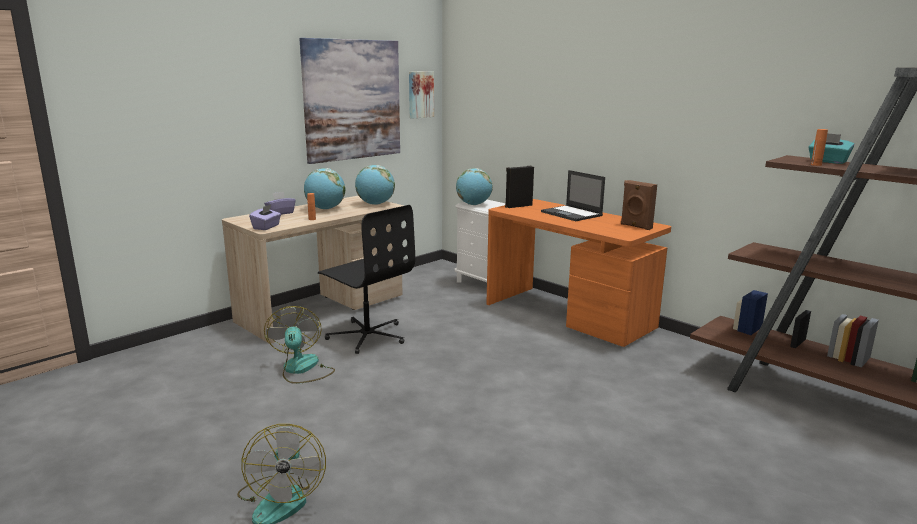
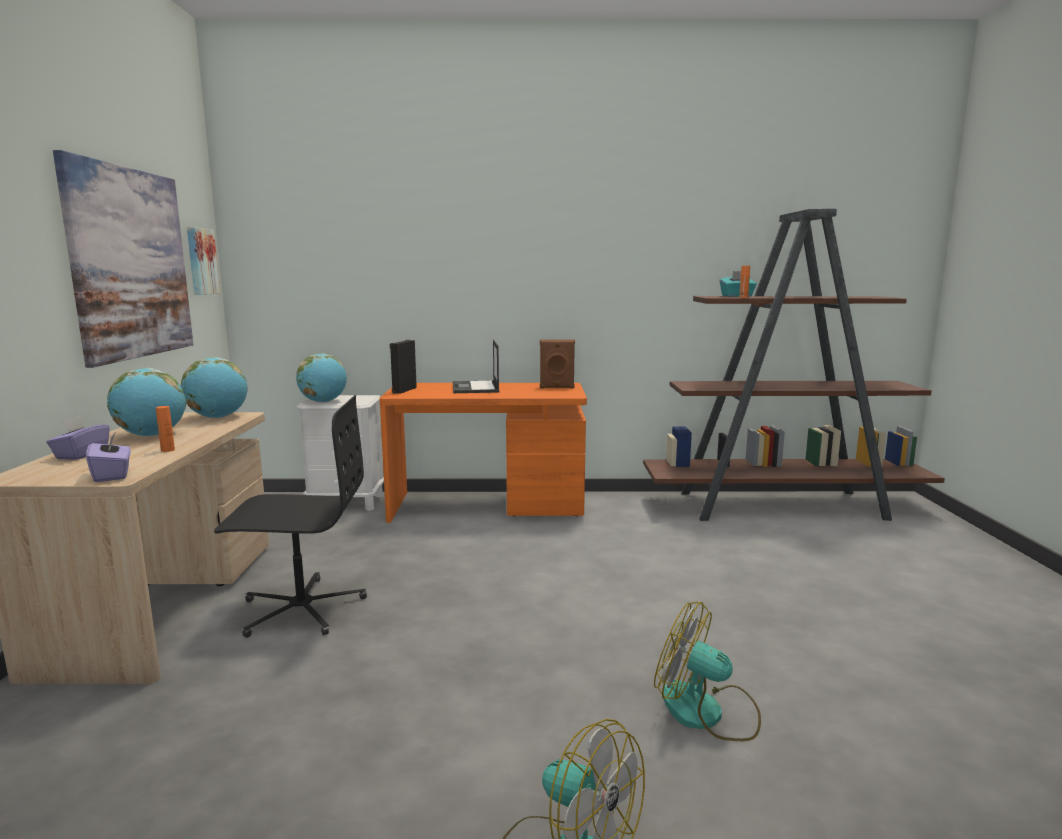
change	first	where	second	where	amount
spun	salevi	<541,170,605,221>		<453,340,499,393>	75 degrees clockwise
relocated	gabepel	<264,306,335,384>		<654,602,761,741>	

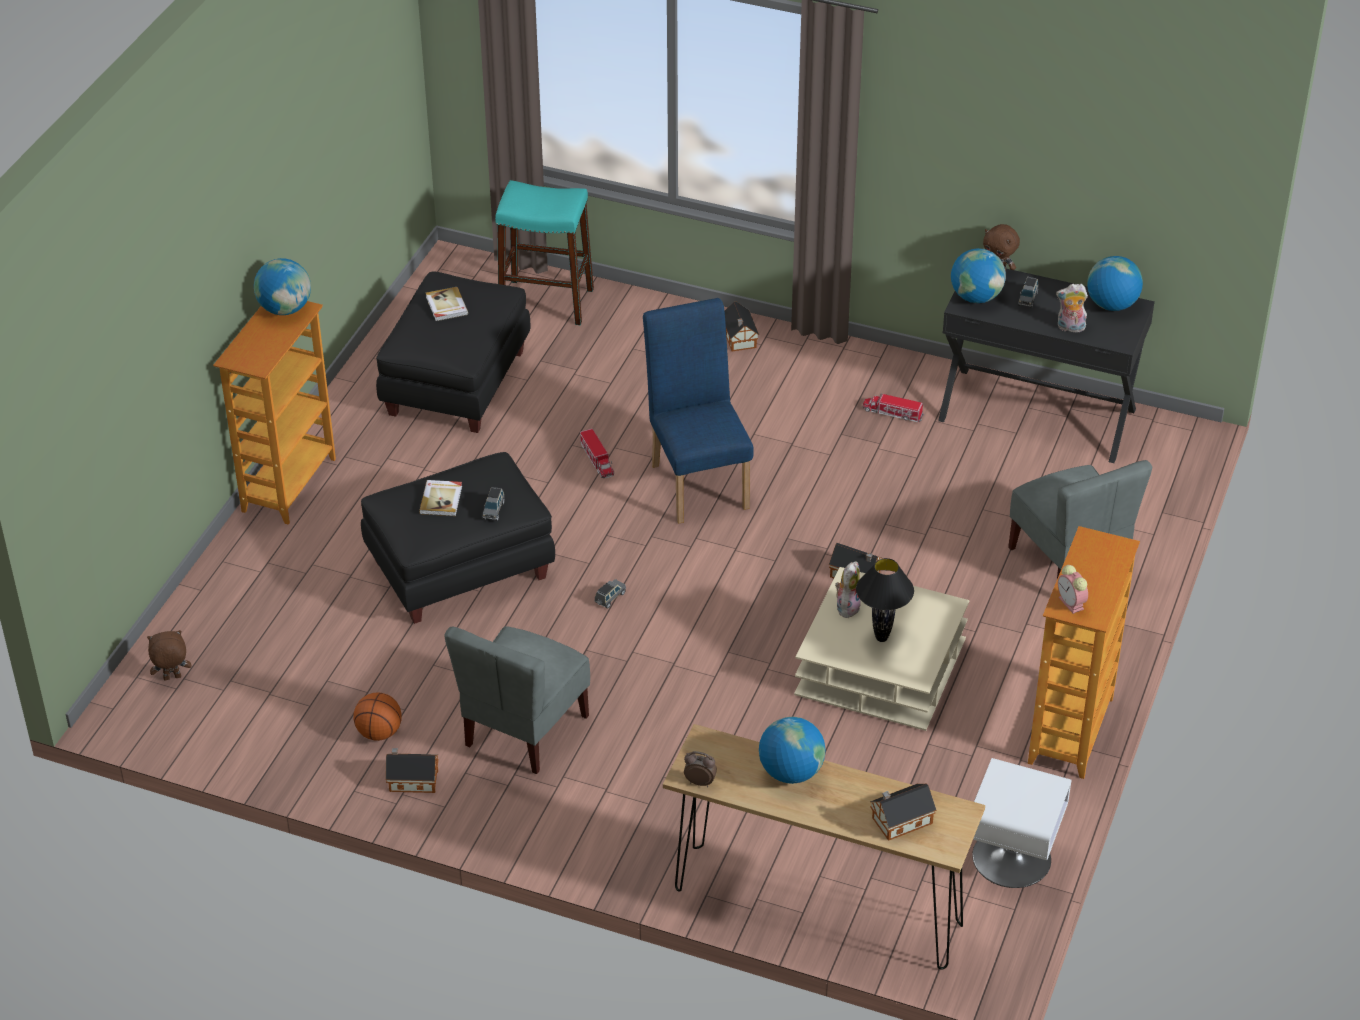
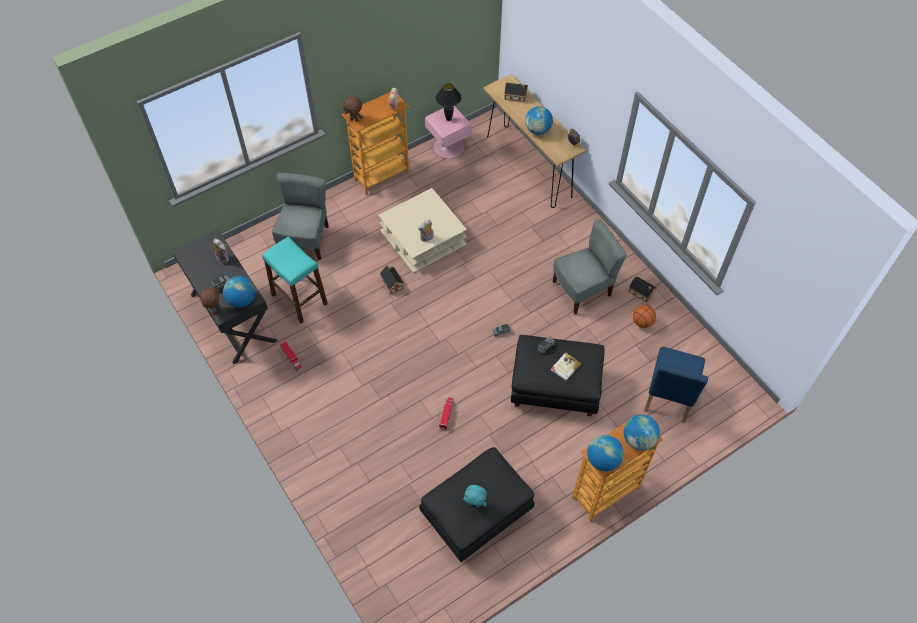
change	first	where	second	where	amount
relocated	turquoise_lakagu	<495,180,594,325>		<262,236,328,323>	
relocated	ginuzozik	<1087,256,1143,311>		<624,414,660,451>	
exchanged	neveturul	<426,287,468,321>	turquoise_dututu	<463,485,487,508>	
relocated	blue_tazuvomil	<643,298,754,524>		<644,347,708,423>	
missing	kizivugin	<725,302,759,351>			
relocated	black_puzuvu	<856,558,914,642>		<436,83,461,121>	
relocated	brown_dututu	<147,630,191,680>		<343,96,363,122>	
colour	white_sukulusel	<972,758,1071,888>	pink_sukulusel	<425,106,472,159>	

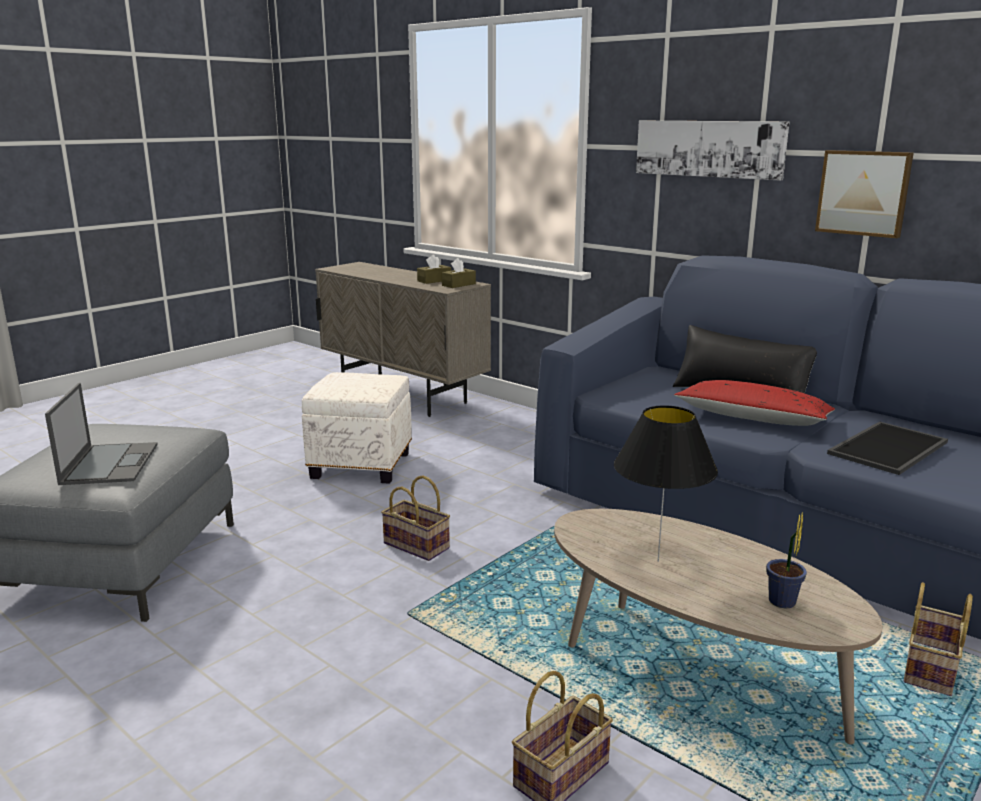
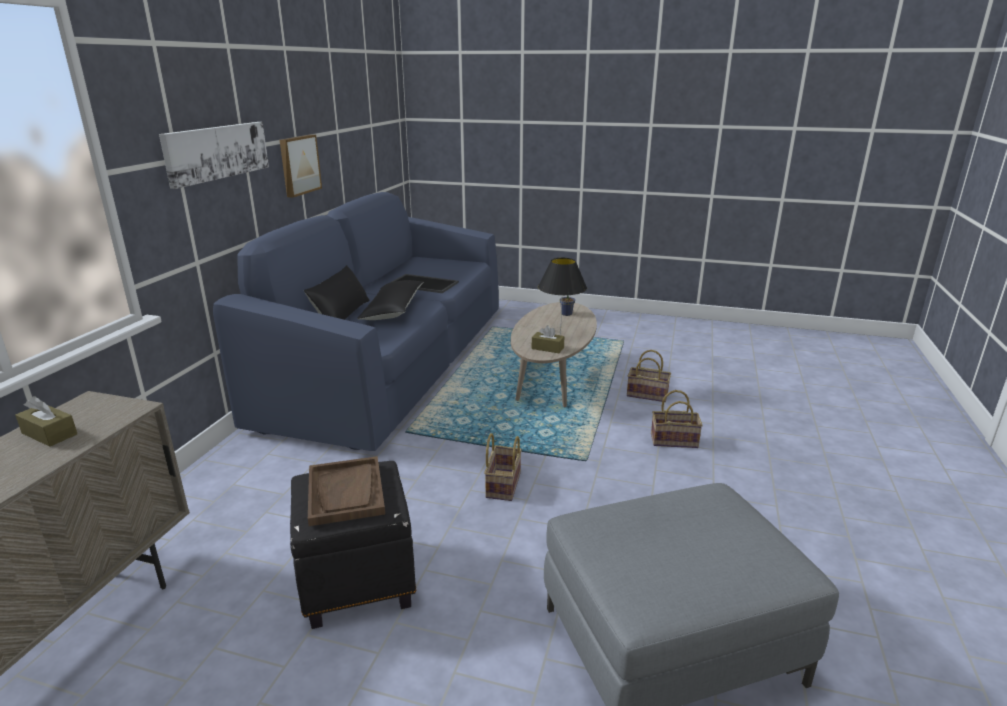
change	first	where	second	where	amount
relocated	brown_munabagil	<442,258,476,288>		<532,325,565,353>	
colour	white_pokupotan	<302,372,412,484>	black_pokupotan	<290,461,416,629>	
colour	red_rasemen	<674,380,835,426>	black_rasemen	<357,280,423,320>	
missing	salevi	<45,383,158,485>			
relocated	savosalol	<904,582,973,696>		<651,390,703,448>	
appeared			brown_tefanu	<308,456,385,526>	

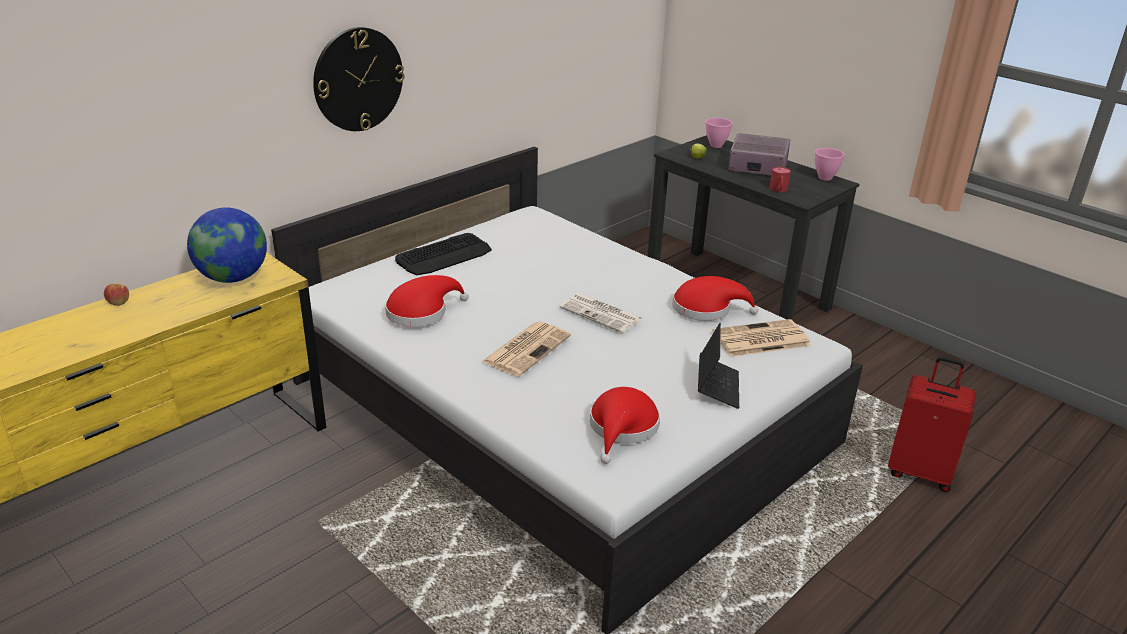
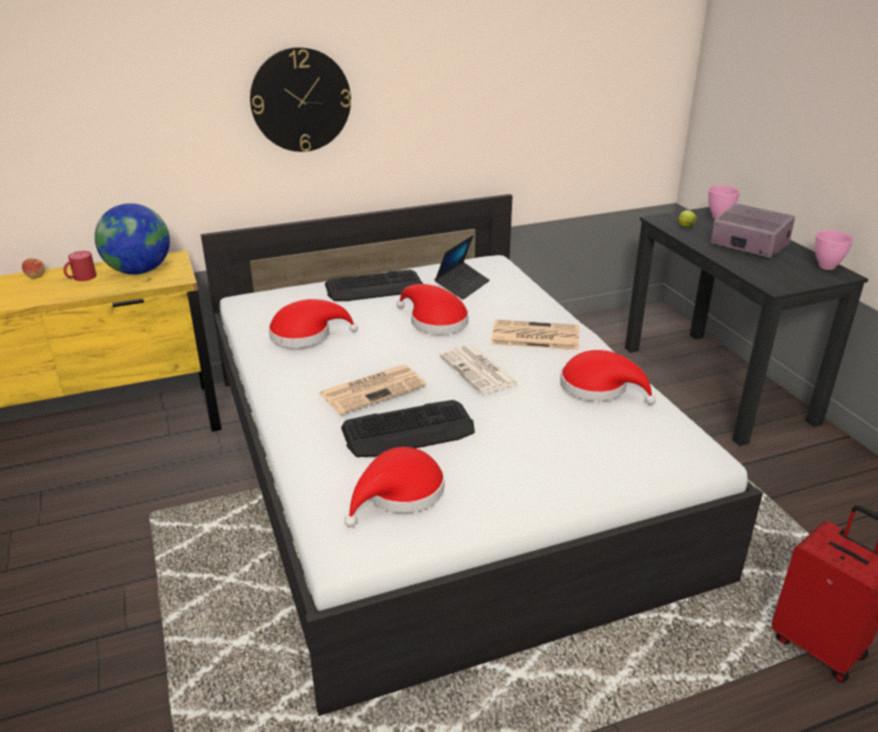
change	first	where	second	where	amount
relocated	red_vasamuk	<769,167,791,192>		<63,251,96,281>	
relocated	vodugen	<712,319,811,357>		<491,320,579,350>	
relocated	salevi	<698,323,739,409>		<434,235,490,300>	
appeared			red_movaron	<396,284,469,334>	
appeared			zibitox	<341,400,475,457>	

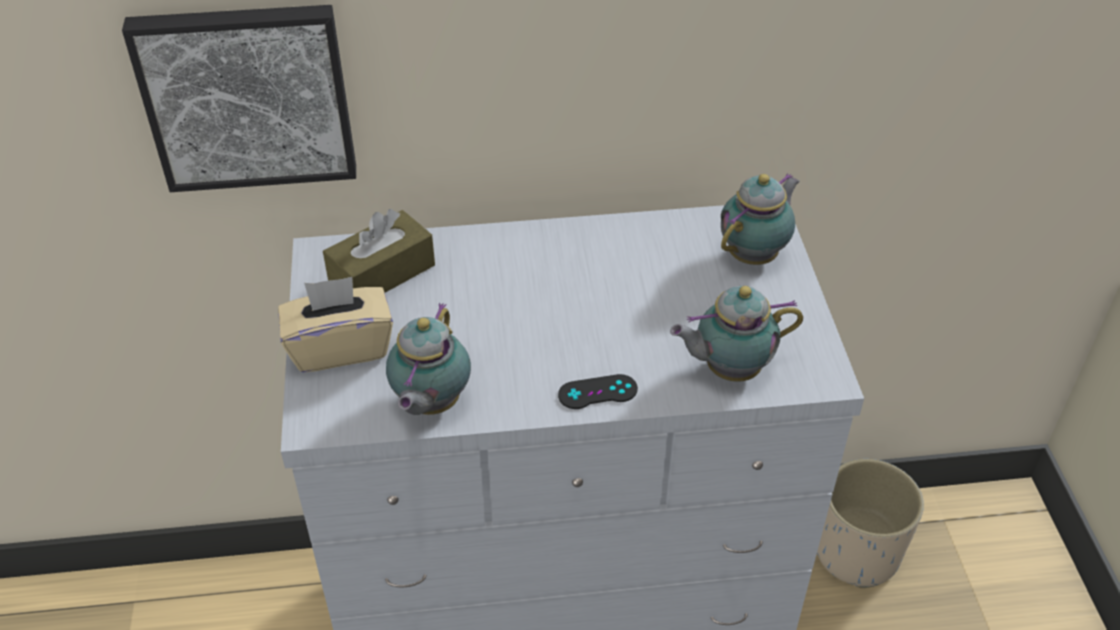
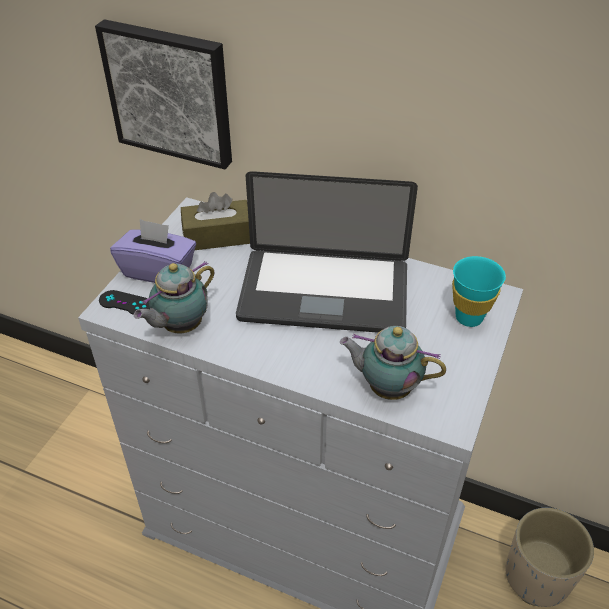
change	first	where	second	where	amount
exchanged	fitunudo	<721,173,800,265>	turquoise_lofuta	<452,256,506,327>	
colour	beige_munabagil	<278,277,393,373>	purple_munabagil	<110,219,196,283>	
relocated	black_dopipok	<558,374,638,409>		<99,290,150,315>	
appeared			salevi	<236,171,418,333>	

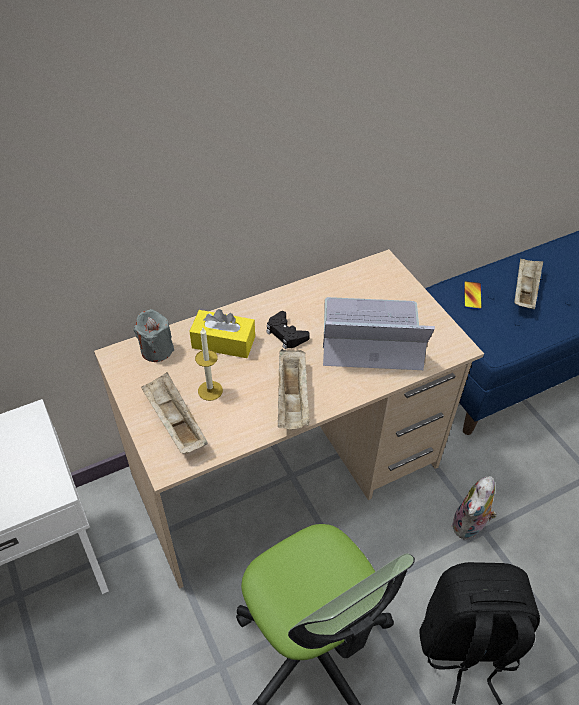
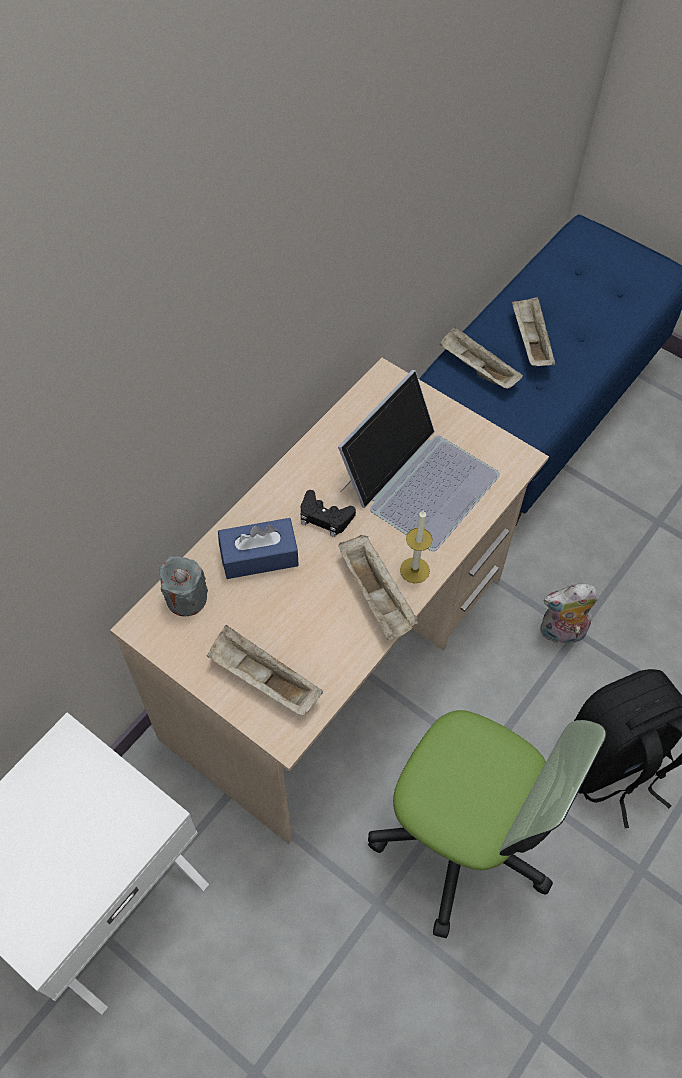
change	first	where	second	where	amount
exchanged	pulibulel	<464,281,482,310>	beige_tefanu	<439,326,523,389>	
spun	salevi	<323,297,435,370>		<338,370,500,551>	150 degrees clockwise
colour	yellow_munabagil	<189,309,255,358>	blue_munabagil	<218,518,299,579>	
relocated	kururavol	<195,328,223,401>		<400,510,433,584>	
spun	dututu	<451,476,497,540>		<540,584,599,643>	75 degrees clockwise

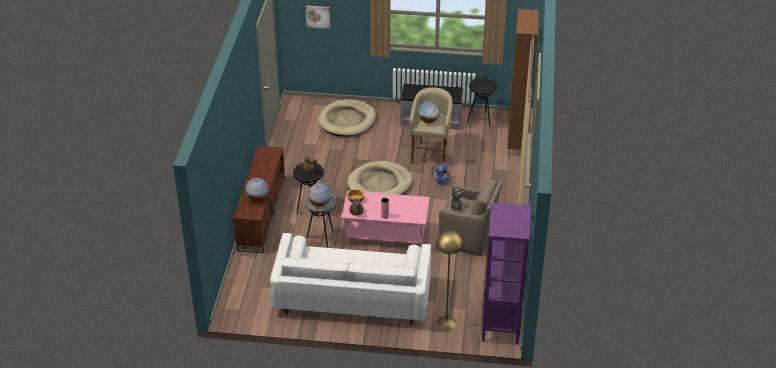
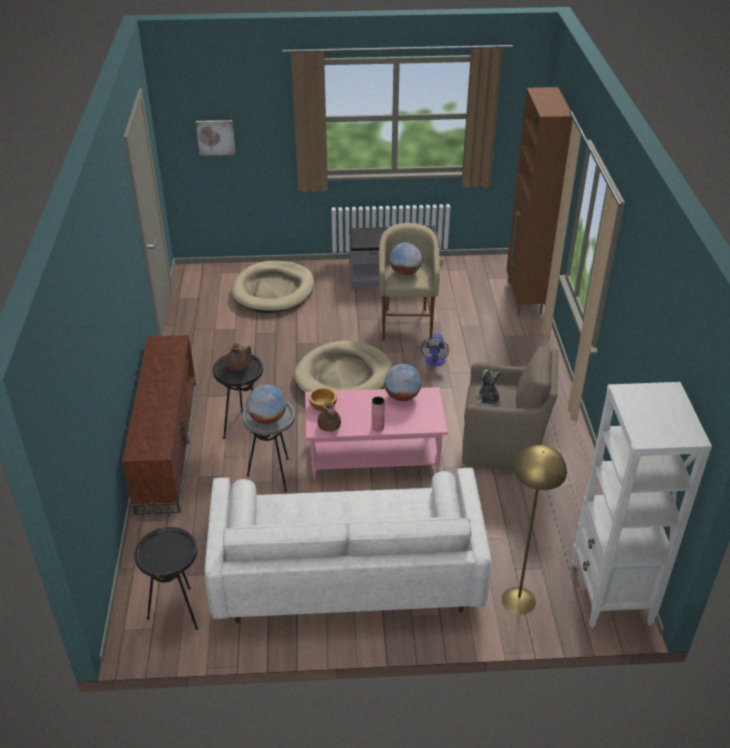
change	first	where	second	where	amount
relocated	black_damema	<467,77,497,129>		<134,527,198,630>	
relocated	ginuzozik	<245,178,268,201>		<384,364,422,401>	
colour	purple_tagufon	<482,203,531,344>	white_tagufon	<572,382,712,628>	

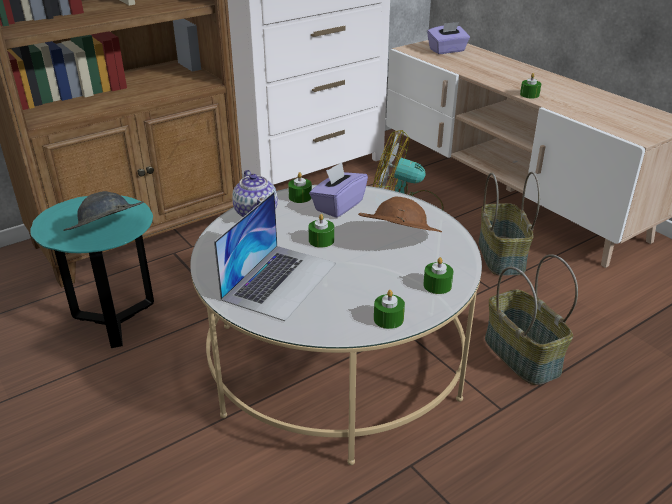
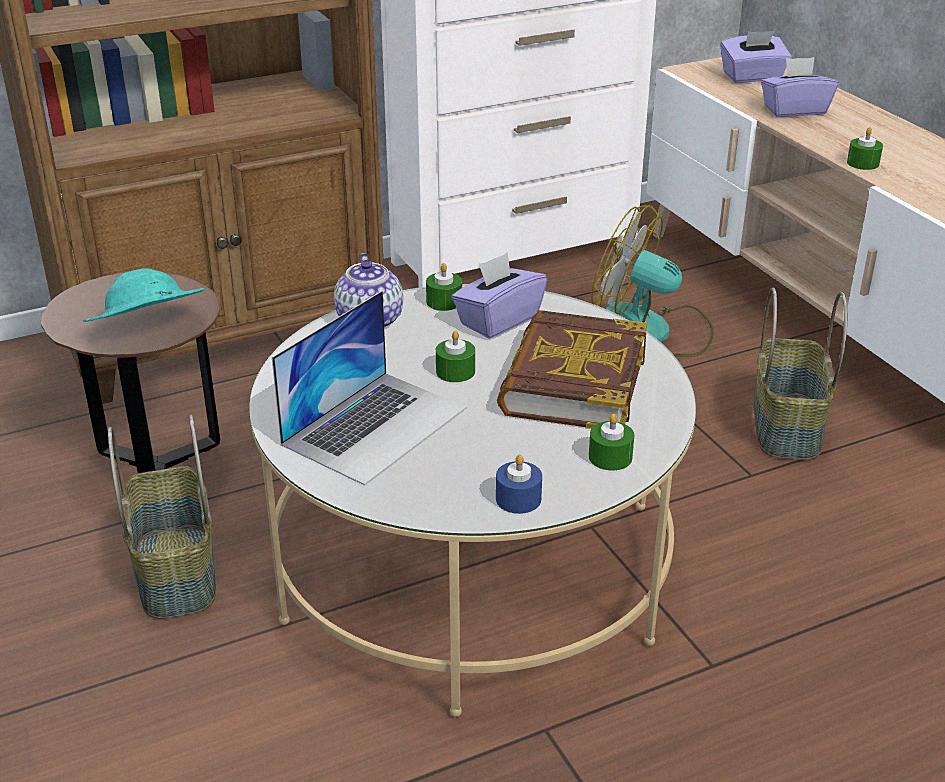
change	first	where	second	where	amount
colour	grey_movaron	<64,191,144,231>	turquoise_movaron	<83,268,204,322>	
colour	turquoise_damema	<30,196,154,348>	brown_damema	<41,273,220,473>	
exchanged	brown_movaron	<358,197,442,232>	neveturul	<497,310,647,429>	
relocated	savosalol	<485,254,578,385>		<108,415,216,619>	
colour	green_kururavol	<374,290,405,329>	blue_kururavol	<496,454,542,514>	
appeared			purple_munabagil	<761,57,839,117>	

